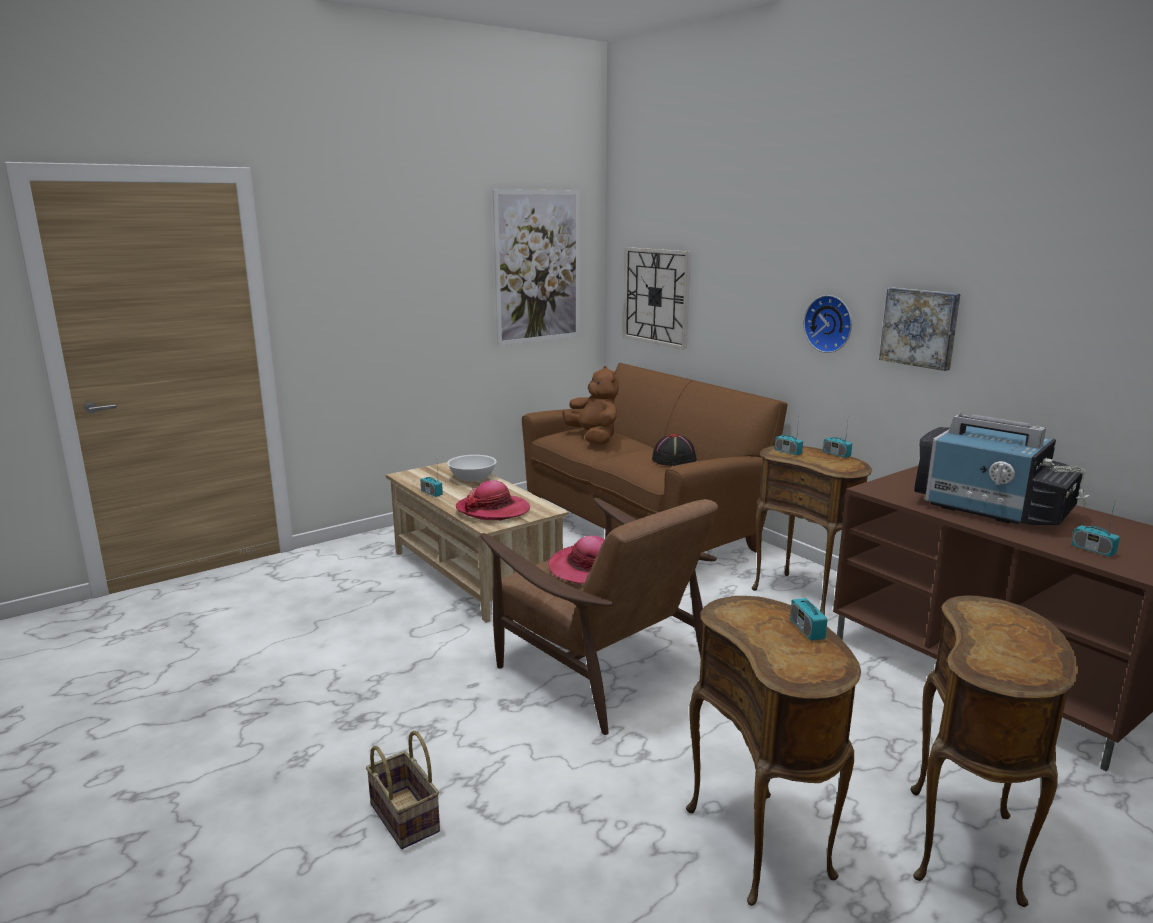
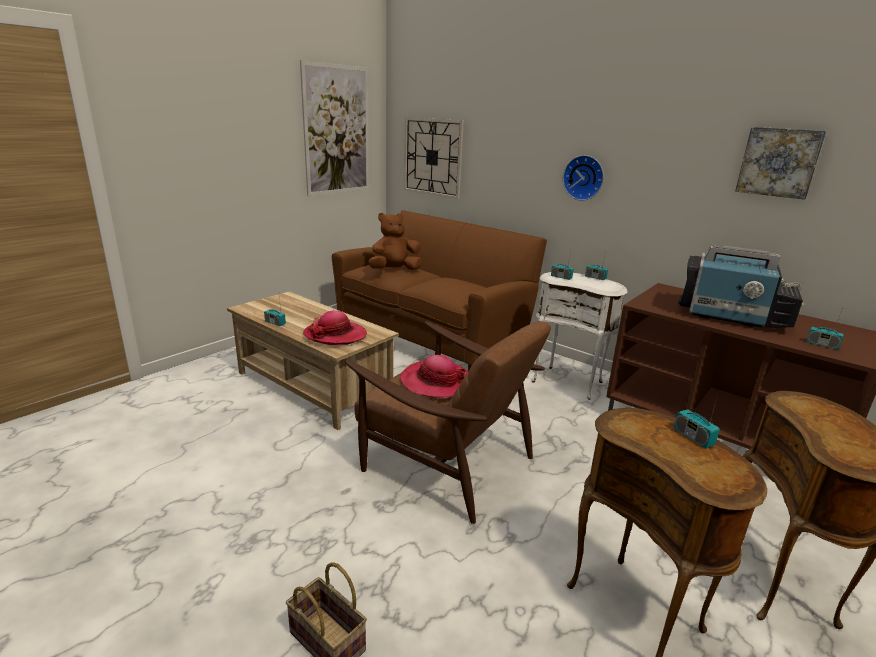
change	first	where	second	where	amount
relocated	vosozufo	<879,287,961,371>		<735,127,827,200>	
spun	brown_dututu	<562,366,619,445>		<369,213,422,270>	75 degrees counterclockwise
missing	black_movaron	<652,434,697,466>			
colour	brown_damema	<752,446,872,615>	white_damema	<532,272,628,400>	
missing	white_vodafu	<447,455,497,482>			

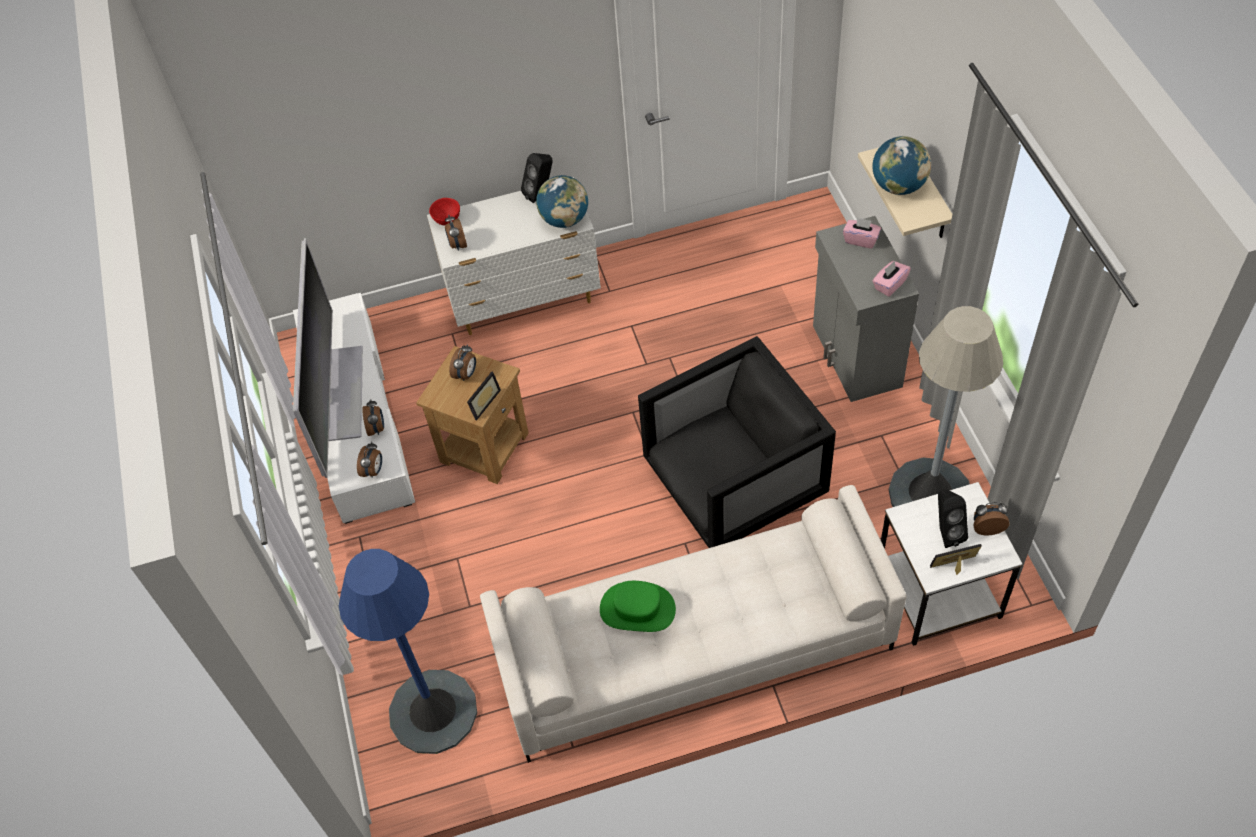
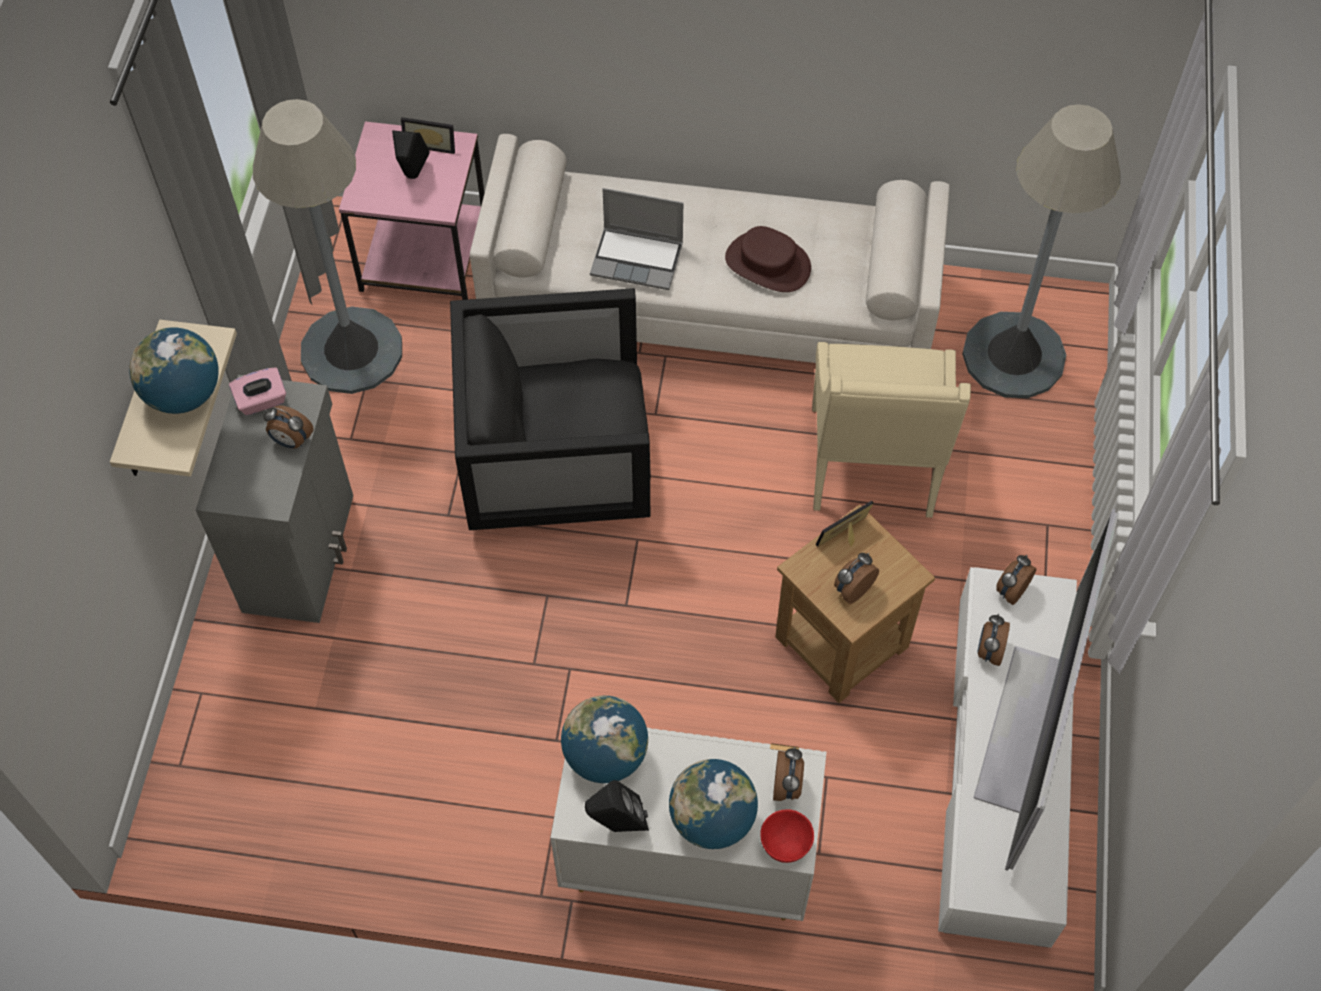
change	first	where	second	where	amount
missing	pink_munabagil	<843,217,881,249>			
colour	white_damema	<881,482,1022,646>	pink_damema	<339,122,484,300>	
relocated	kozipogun	<974,502,1009,535>		<264,405,314,448>	
colour	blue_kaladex	<339,549,477,754>	grey_kaladex	<962,104,1121,398>	
colour	green_movaron	<600,581,676,632>	brown_movaron	<725,226,811,292>	
appeared			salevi	<590,188,683,290>	
appeared			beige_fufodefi	<812,342,971,518>	
appeared			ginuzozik	<669,759,758,849>	

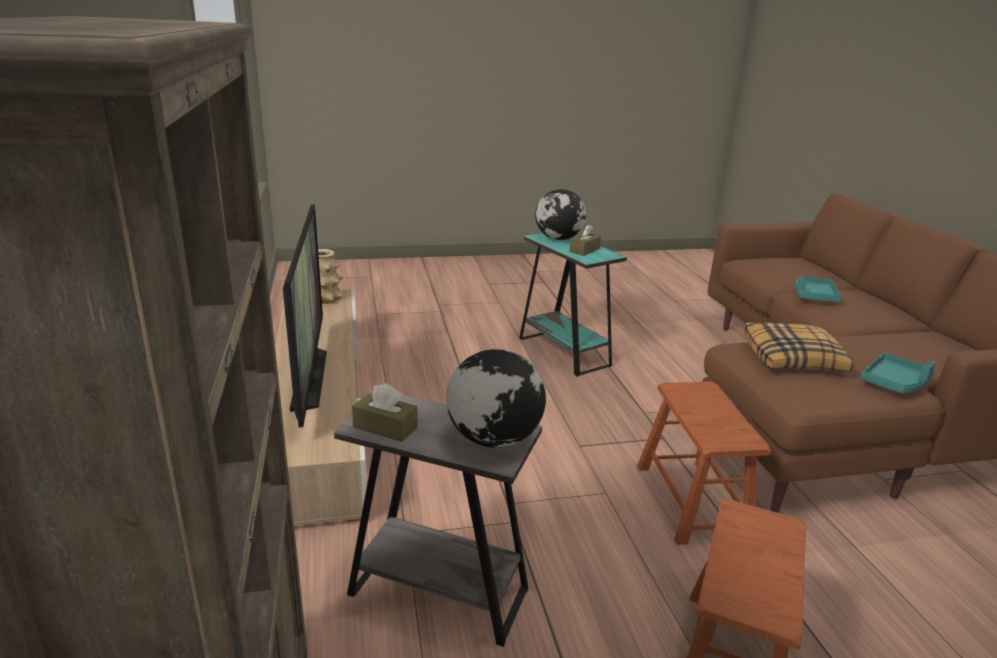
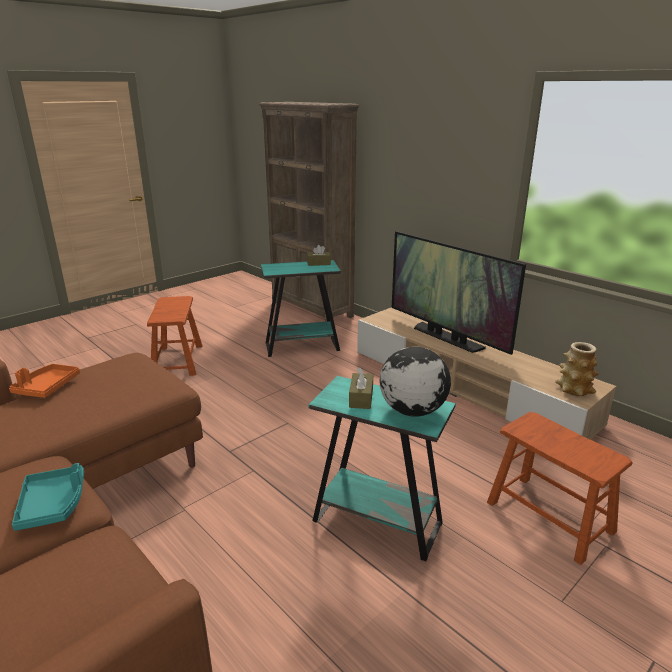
change	first	where	second	where	amount
missing	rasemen	<744,322,853,372>			
missing	ginuzozik	<446,349,546,448>			
colour	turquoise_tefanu	<860,353,935,393>	orange_tefanu	<9,364,80,398>	
relocated	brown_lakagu	<637,382,771,545>		<487,412,633,565>	
colour	grey_damema	<334,395,542,647>	turquoise_damema	<261,260,341,357>	

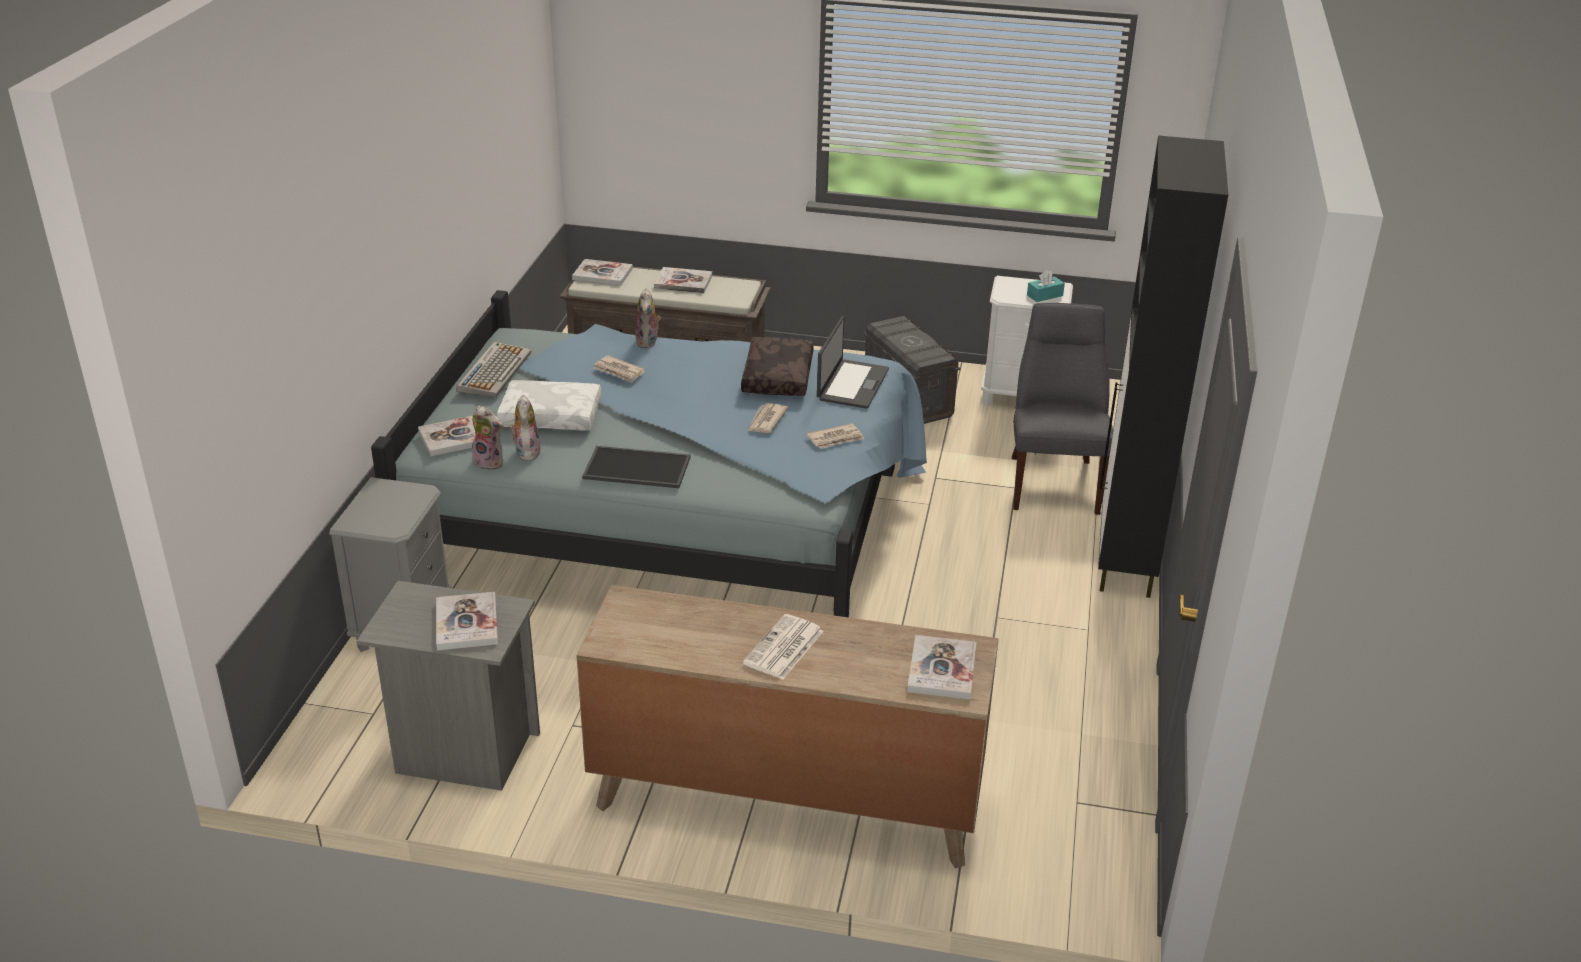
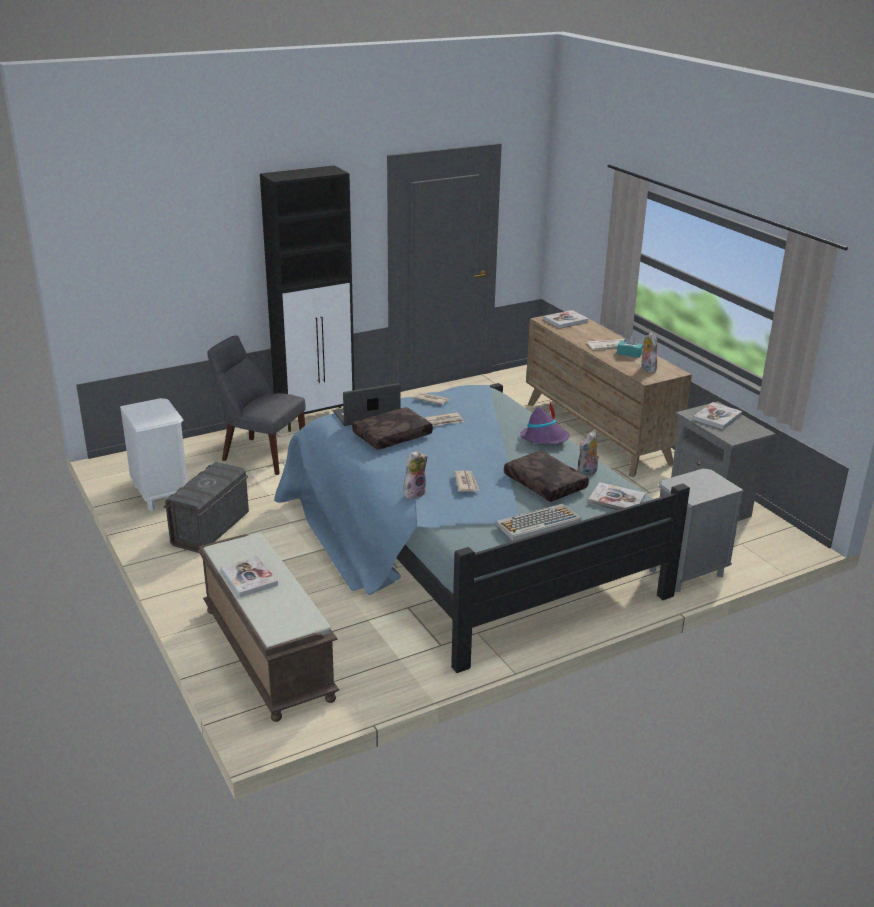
change	first	where	second	where	amount
missing	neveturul	<572,259,633,286>			
relocated	turquoise_munabagil	<1027,270,1065,302>		<617,336,643,358>	
spun	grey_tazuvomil	<1012,303,1113,515>		<207,335,306,475>	60 degrees clockwise
colour	white_rasemen	<497,380,602,431>	brown_rasemen	<504,451,589,502>	
relocated	dututu	<472,405,504,471>		<641,332,657,373>	
exchanged	tefanu	<582,446,691,488>	purple_movaron	<520,402,570,444>	

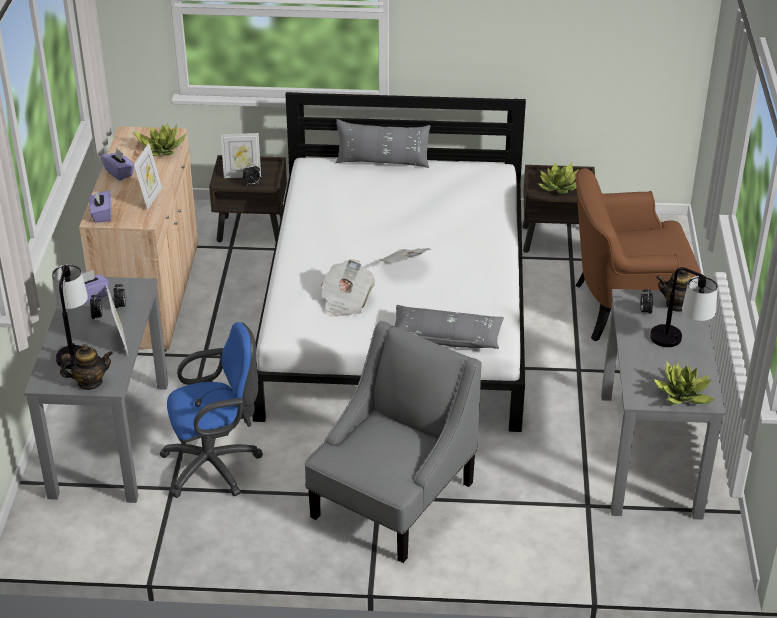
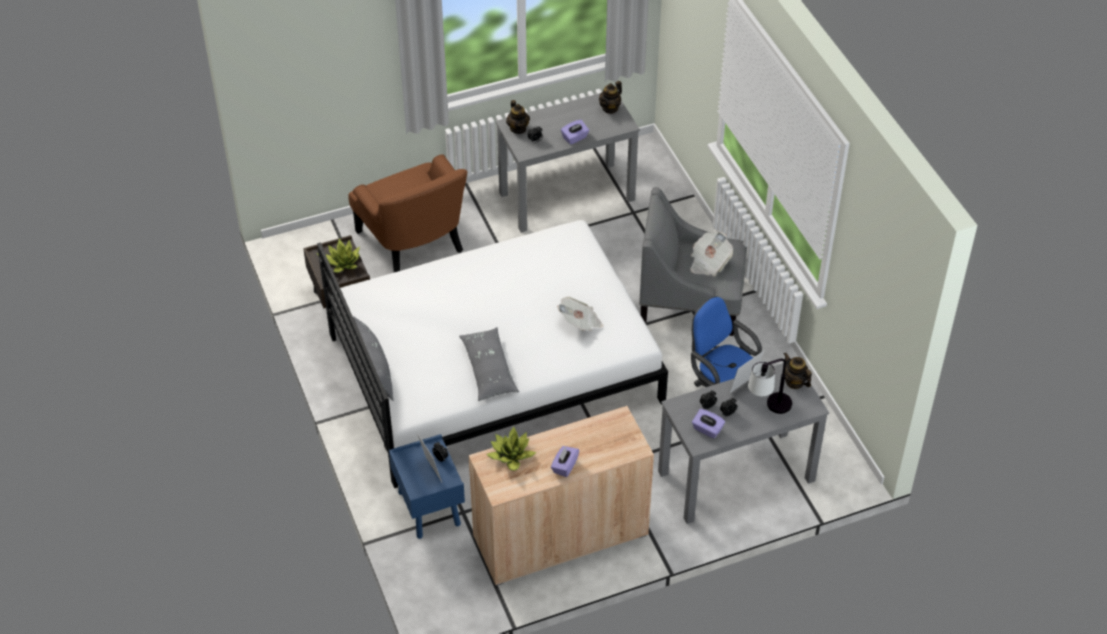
change	first	where	second	where	amount
missing	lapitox	<134,143,162,210>			
colour	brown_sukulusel	<209,155,287,242>	blue_sukulusel	<389,434,465,539>	
relocated	purple_munabagil	<89,190,112,223>		<561,120,589,145>	
relocated	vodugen	<379,248,431,263>		<690,232,733,276>	
missing	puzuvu	<650,267,718,347>			
relocated	grey_rasemen	<394,305,504,349>		<459,327,519,401>	
exchanged	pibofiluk	<653,362,715,405>	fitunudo	<599,81,622,114>	

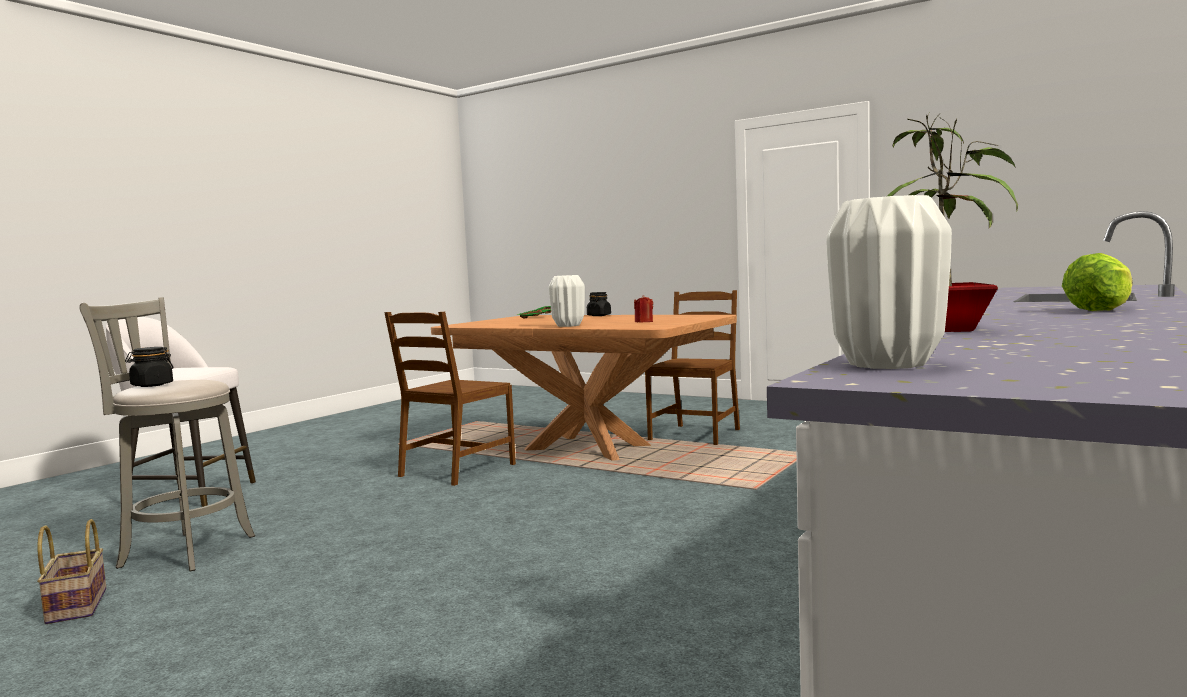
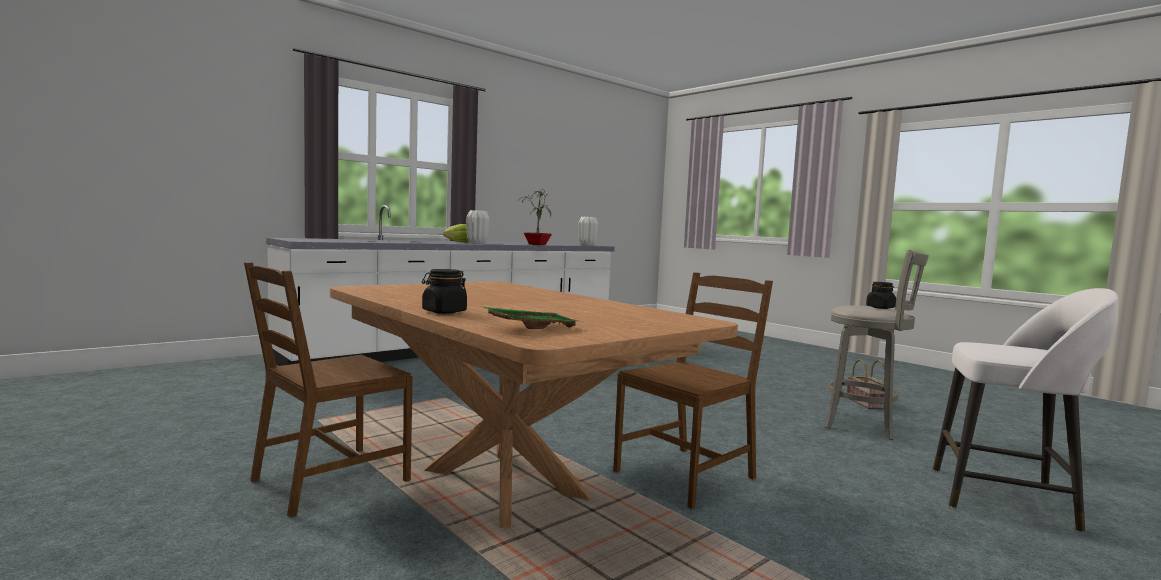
change	first	where	second	where	amount
relocated	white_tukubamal	<549,275,585,327>		<466,210,490,244>	
missing	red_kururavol	<634,295,653,323>			

